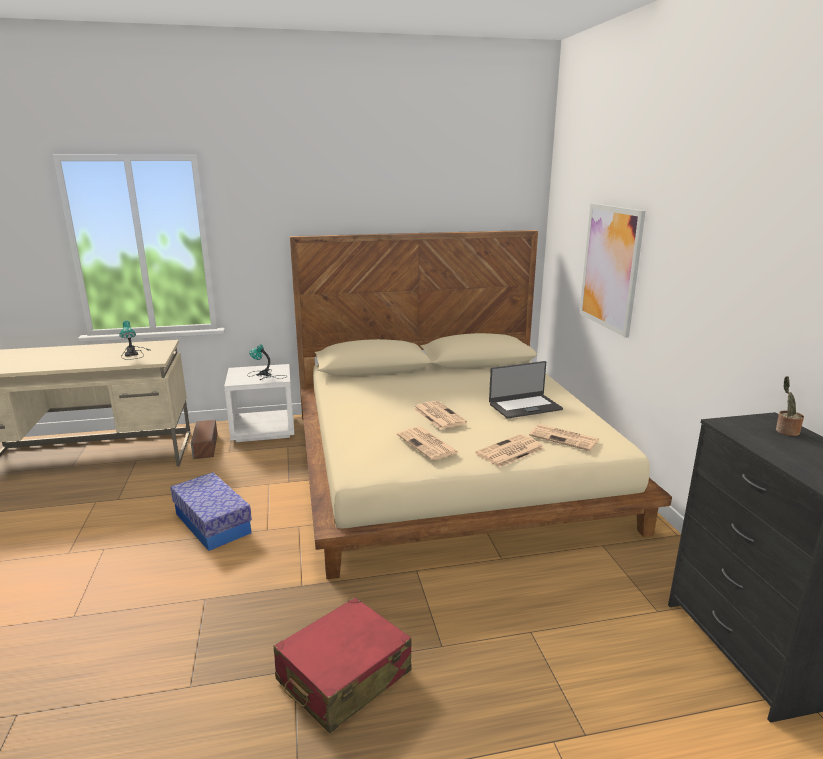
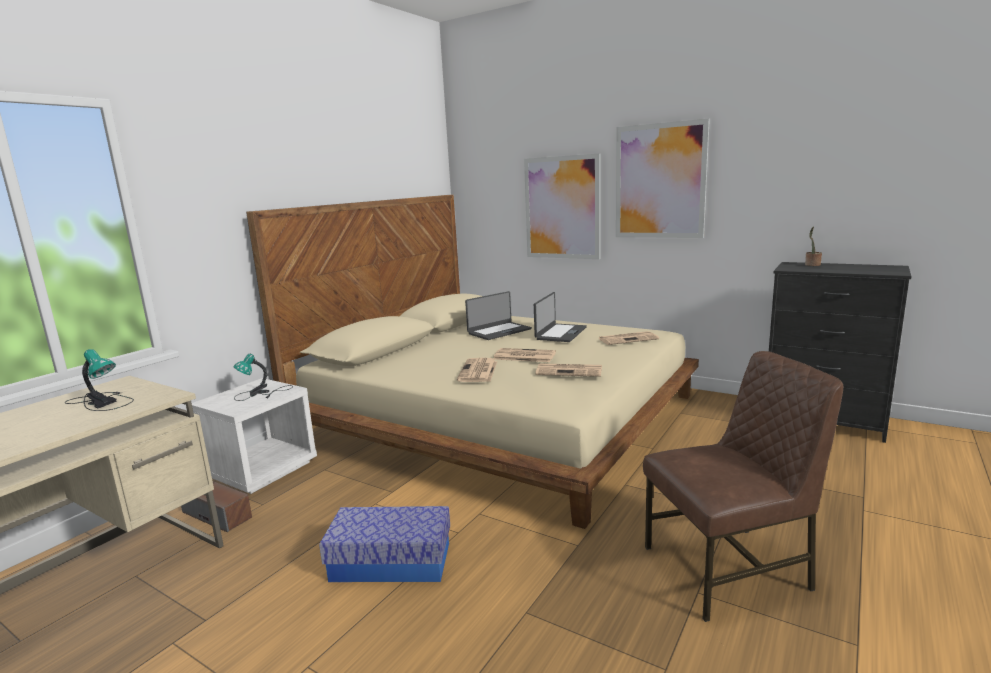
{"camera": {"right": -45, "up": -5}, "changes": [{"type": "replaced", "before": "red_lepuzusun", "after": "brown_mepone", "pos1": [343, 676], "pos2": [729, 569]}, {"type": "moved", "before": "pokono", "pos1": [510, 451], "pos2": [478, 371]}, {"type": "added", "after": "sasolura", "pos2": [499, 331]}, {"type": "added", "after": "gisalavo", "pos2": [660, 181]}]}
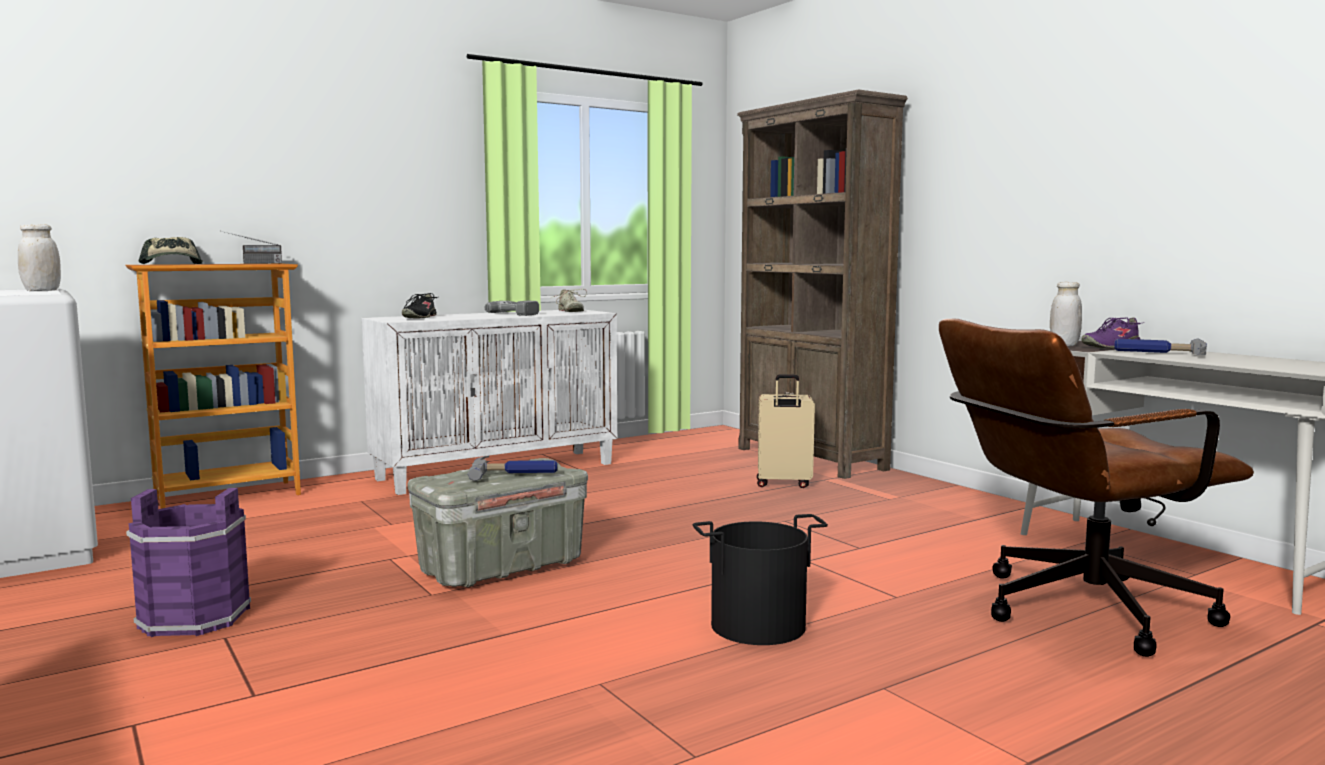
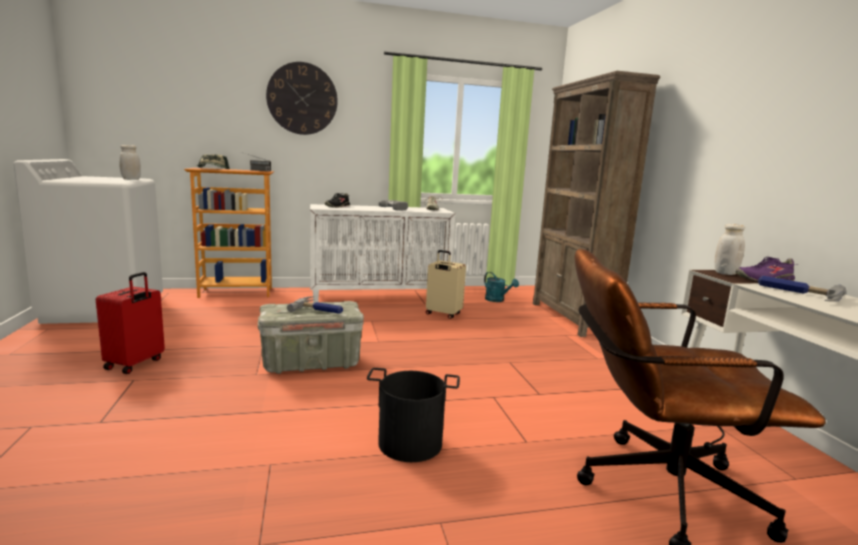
{"camera": {"right": 20, "up": 5}, "changes": [{"type": "replaced", "before": "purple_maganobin", "after": "red_lepuzusun", "pos1": [194, 618], "pos2": [135, 364]}, {"type": "moved", "before": "beige_lepuzusun", "pos1": [783, 484], "pos2": [443, 314]}, {"type": "added", "after": "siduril", "pos2": [302, 99]}, {"type": "added", "after": "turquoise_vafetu", "pos2": [497, 300]}]}
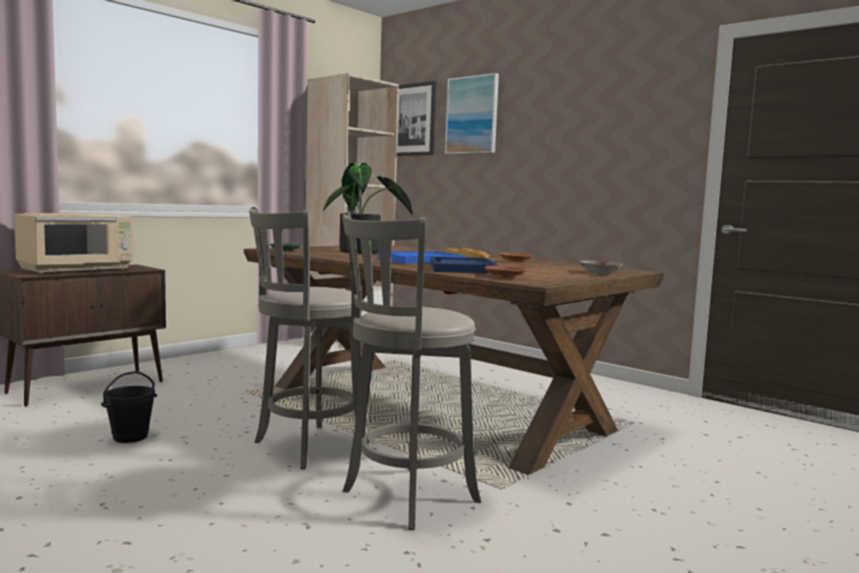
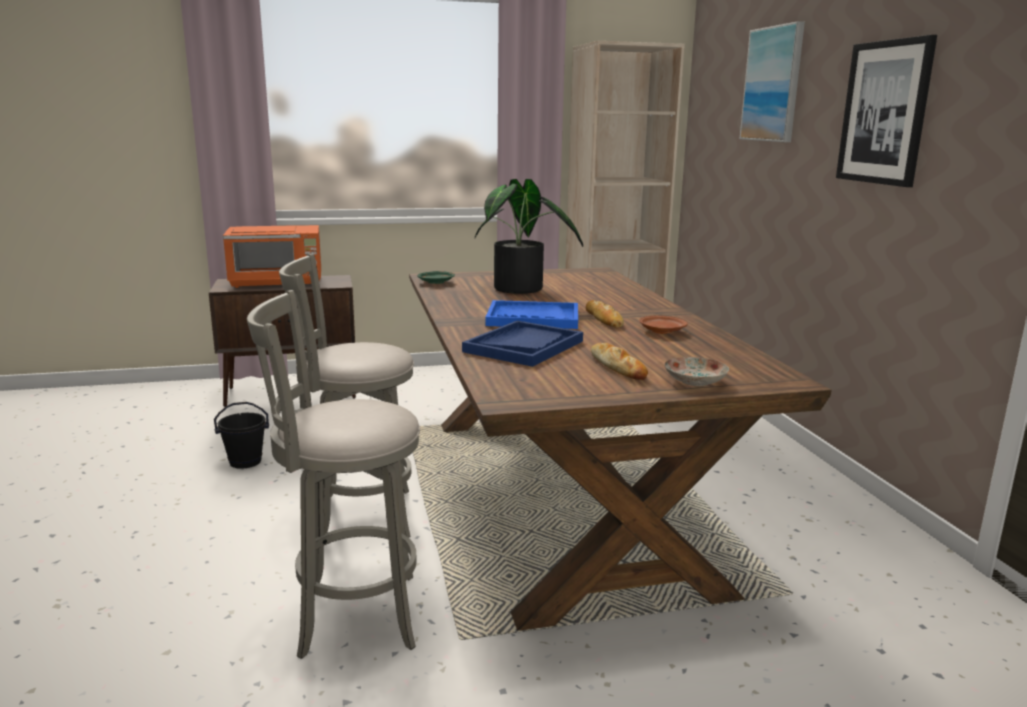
{"camera": {"right": 35, "up": 10}, "changes": [{"type": "recoloured", "before": "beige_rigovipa", "after": "orange_rigovipa", "pos1": [78, 270], "pos2": [278, 282]}, {"type": "moved", "before": "gisalavo", "pos1": [413, 120], "pos2": [884, 113]}, {"type": "removed", "before": "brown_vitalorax", "pos1": [505, 277]}, {"type": "added", "after": "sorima", "pos2": [617, 366]}]}
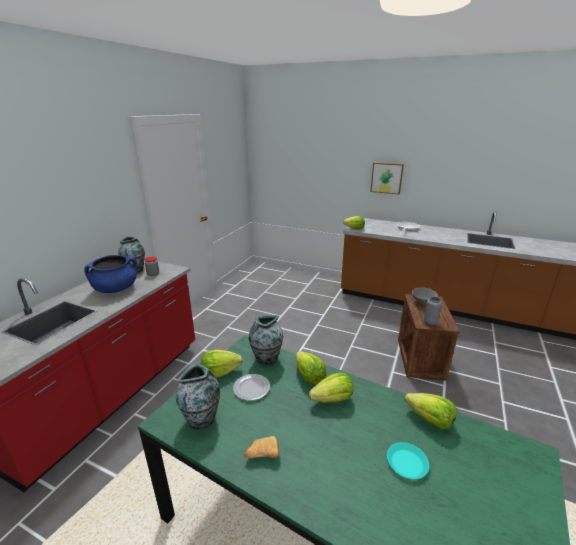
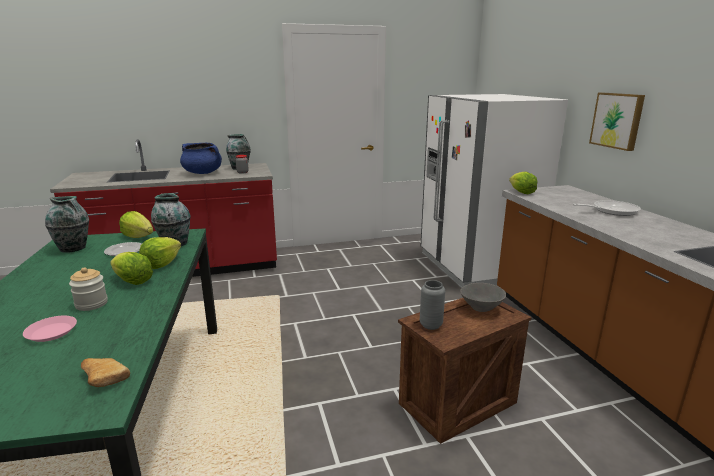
{"camera": {"right": 50, "up": -5}, "changes": [{"type": "moved", "before": "sorima", "pos1": [261, 454], "pos2": [103, 378]}, {"type": "recoloured", "before": "turquoise_vitalorax", "after": "pink_vitalorax", "pos1": [407, 463], "pos2": [52, 332]}, {"type": "removed", "before": "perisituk", "pos1": [429, 420]}, {"type": "added", "after": "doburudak", "pos2": [91, 304]}, {"type": "added", "after": "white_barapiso", "pos2": [475, 266]}]}
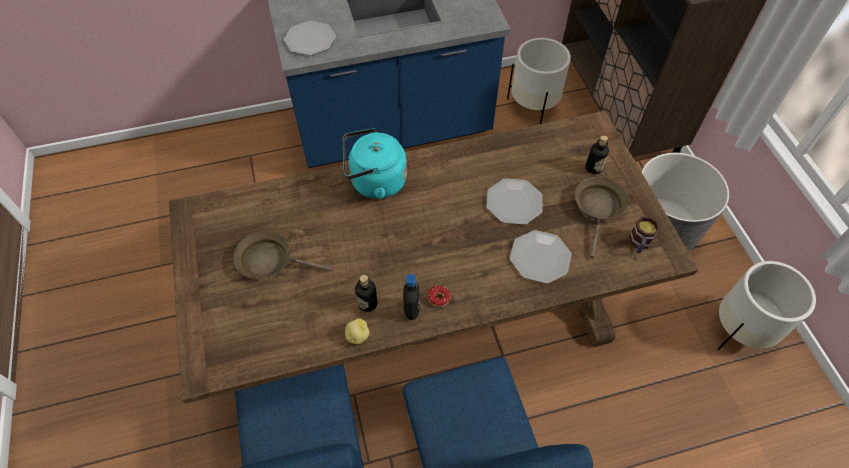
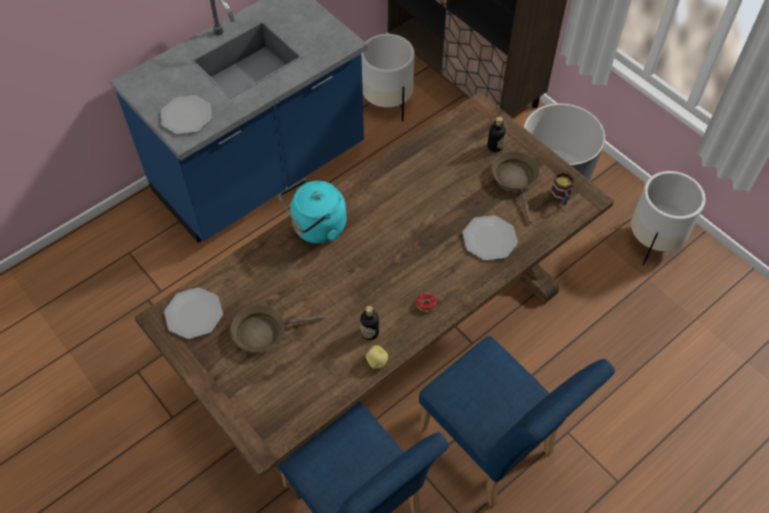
{"camera": {"right": -25, "up": 0}, "changes": [{"type": "removed", "before": "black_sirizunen", "pos1": [411, 310]}, {"type": "moved", "before": "vitalorax", "pos1": [514, 202], "pos2": [193, 314]}]}
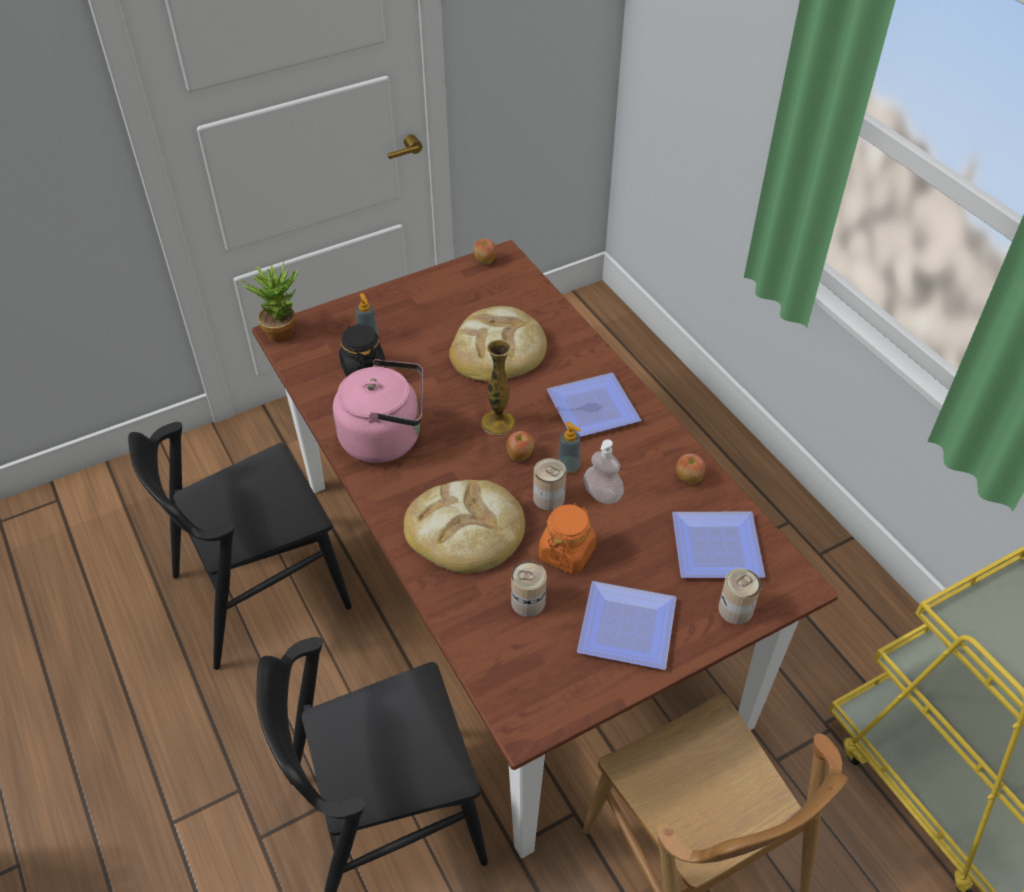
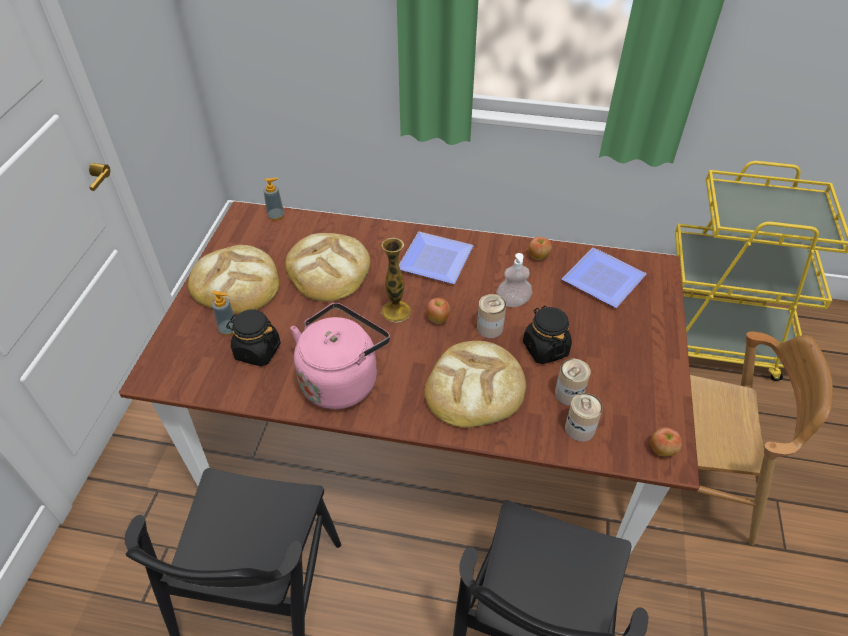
{"camera": {"right": -50, "up": 0}, "changes": [{"type": "removed", "before": "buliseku", "pos1": [282, 330]}, {"type": "moved", "before": "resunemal", "pos1": [485, 261], "pos2": [662, 450]}, {"type": "recoloured", "before": "orange_doburudak", "after": "black_doburudak", "pos1": [567, 553], "pos2": [545, 348]}, {"type": "moved", "before": "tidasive", "pos1": [568, 467], "pos2": [276, 216]}, {"type": "removed", "before": "vitalorax", "pos1": [630, 625]}, {"type": "moved", "before": "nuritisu", "pos1": [735, 609], "pos2": [580, 428]}, {"type": "added", "after": "sorima", "pos2": [236, 283]}]}
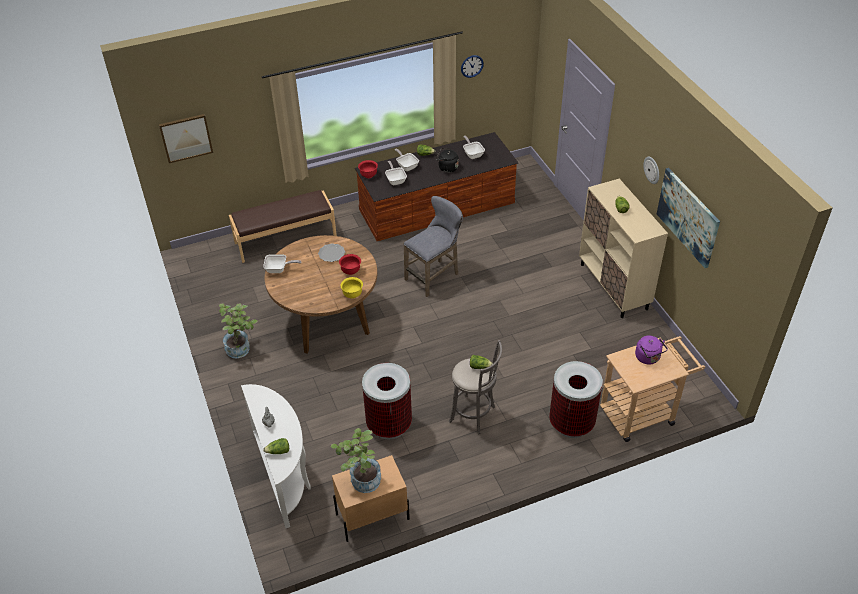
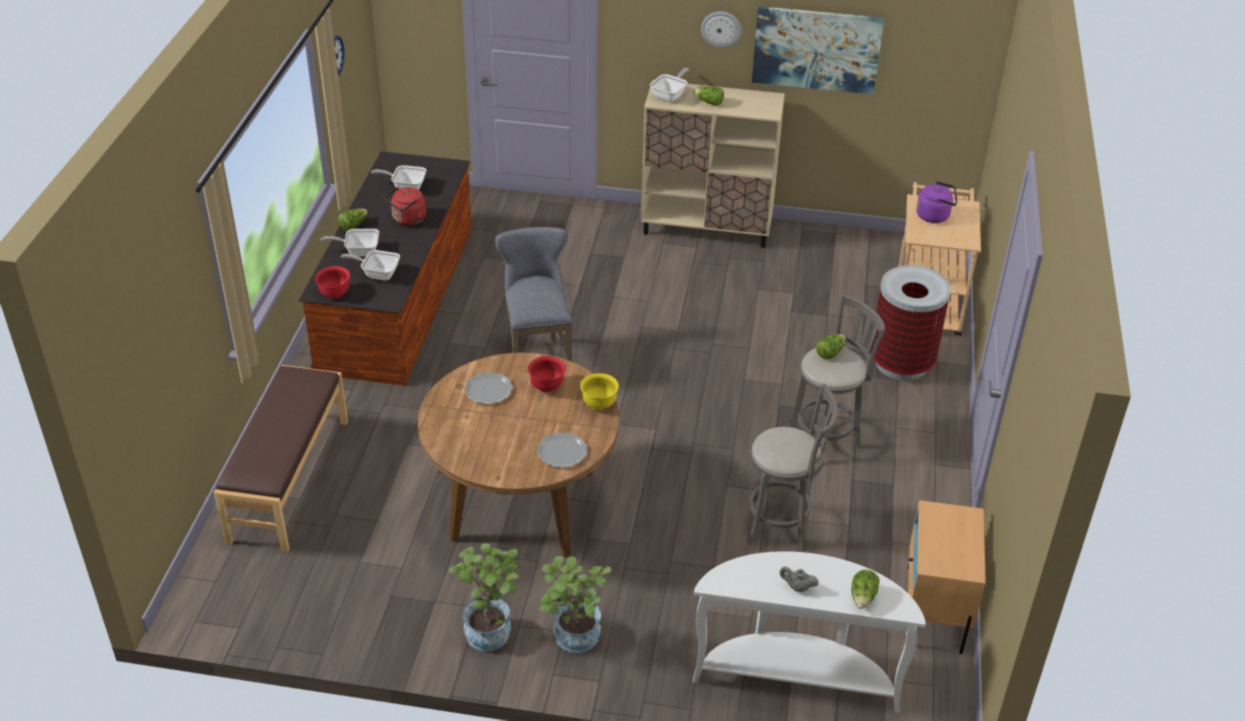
{"camera": {"right": -60, "up": -5}, "changes": [{"type": "removed", "before": "gisalavo", "pos1": [186, 138]}, {"type": "moved", "before": "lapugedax", "pos1": [279, 269], "pos2": [670, 95]}, {"type": "moved", "before": "buliseku", "pos1": [361, 481], "pos2": [573, 640]}, {"type": "replaced", "before": "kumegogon", "after": "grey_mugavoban", "pos1": [389, 425], "pos2": [782, 525]}, {"type": "recoloured", "before": "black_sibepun", "after": "red_sibepun", "pos1": [446, 168], "pos2": [407, 220]}, {"type": "added", "after": "vitalorax", "pos2": [562, 452]}]}
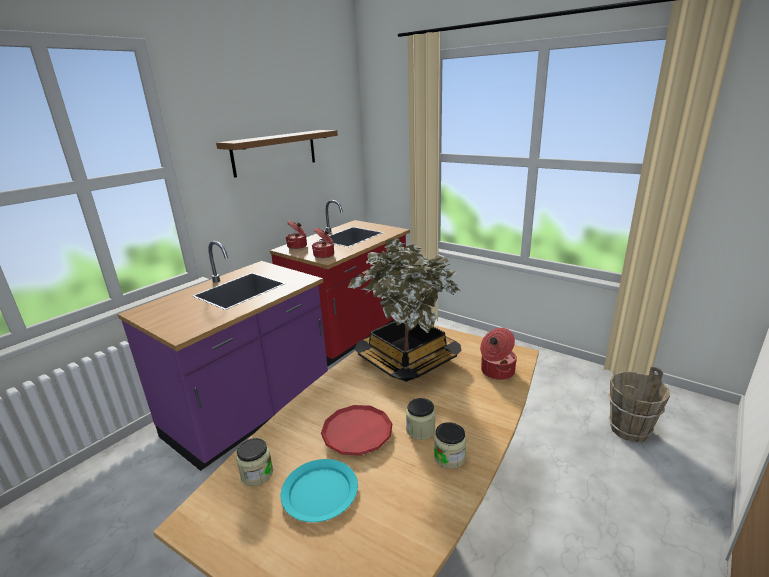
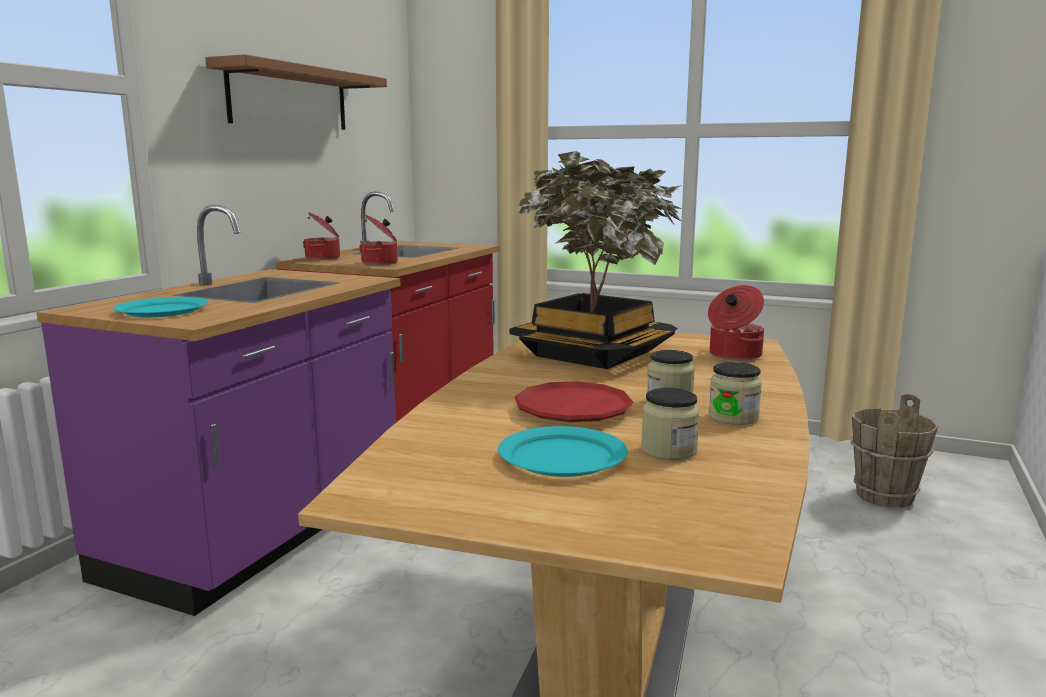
{"camera": {"right": -15, "up": -10}, "changes": [{"type": "moved", "before": "doburudak", "pos1": [257, 474], "pos2": [668, 451]}, {"type": "added", "after": "turquoise_vitalorax", "pos2": [163, 310]}]}
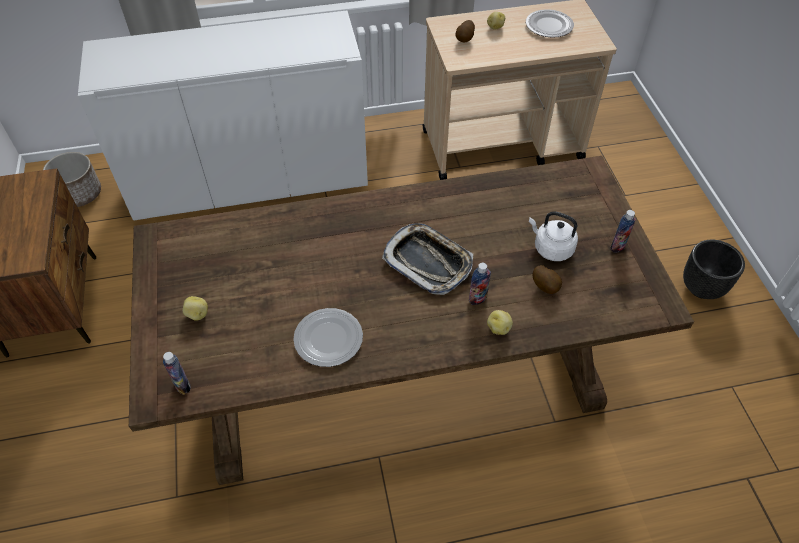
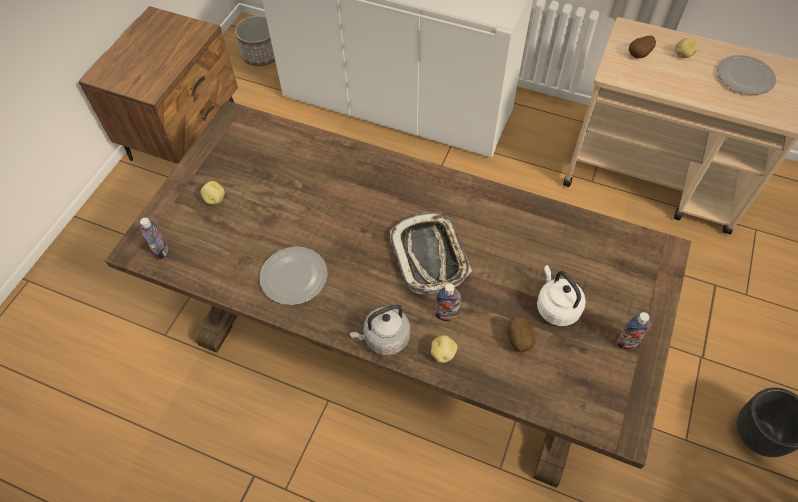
{"camera": {"right": 35, "up": 5}, "changes": [{"type": "added", "after": "grey_sibepun", "pos2": [384, 338]}]}
